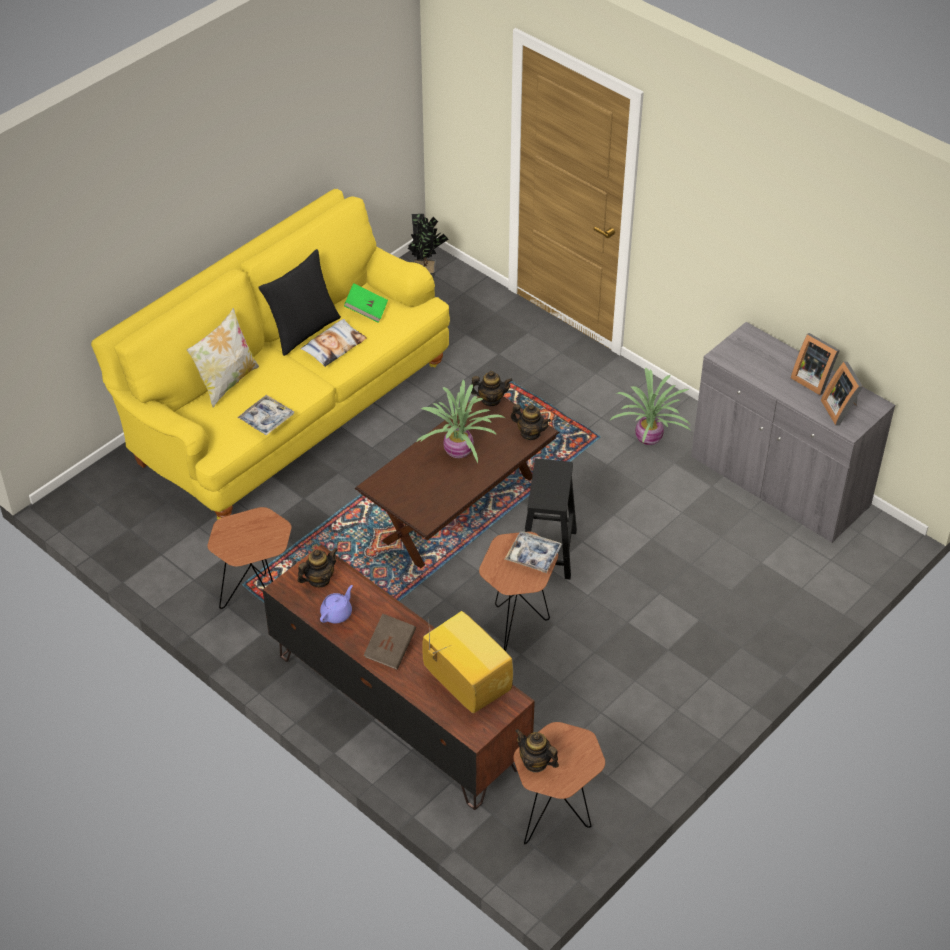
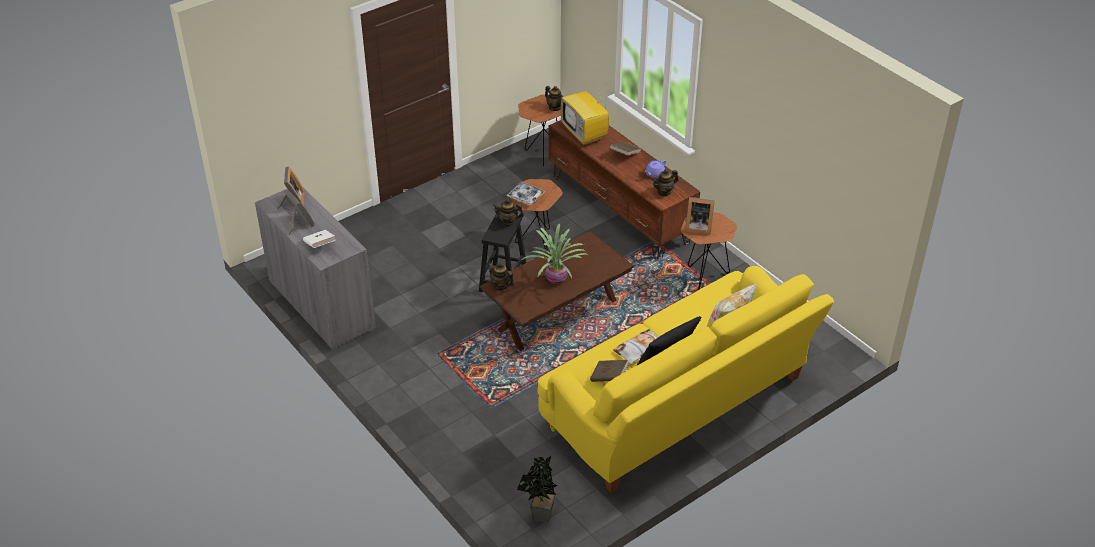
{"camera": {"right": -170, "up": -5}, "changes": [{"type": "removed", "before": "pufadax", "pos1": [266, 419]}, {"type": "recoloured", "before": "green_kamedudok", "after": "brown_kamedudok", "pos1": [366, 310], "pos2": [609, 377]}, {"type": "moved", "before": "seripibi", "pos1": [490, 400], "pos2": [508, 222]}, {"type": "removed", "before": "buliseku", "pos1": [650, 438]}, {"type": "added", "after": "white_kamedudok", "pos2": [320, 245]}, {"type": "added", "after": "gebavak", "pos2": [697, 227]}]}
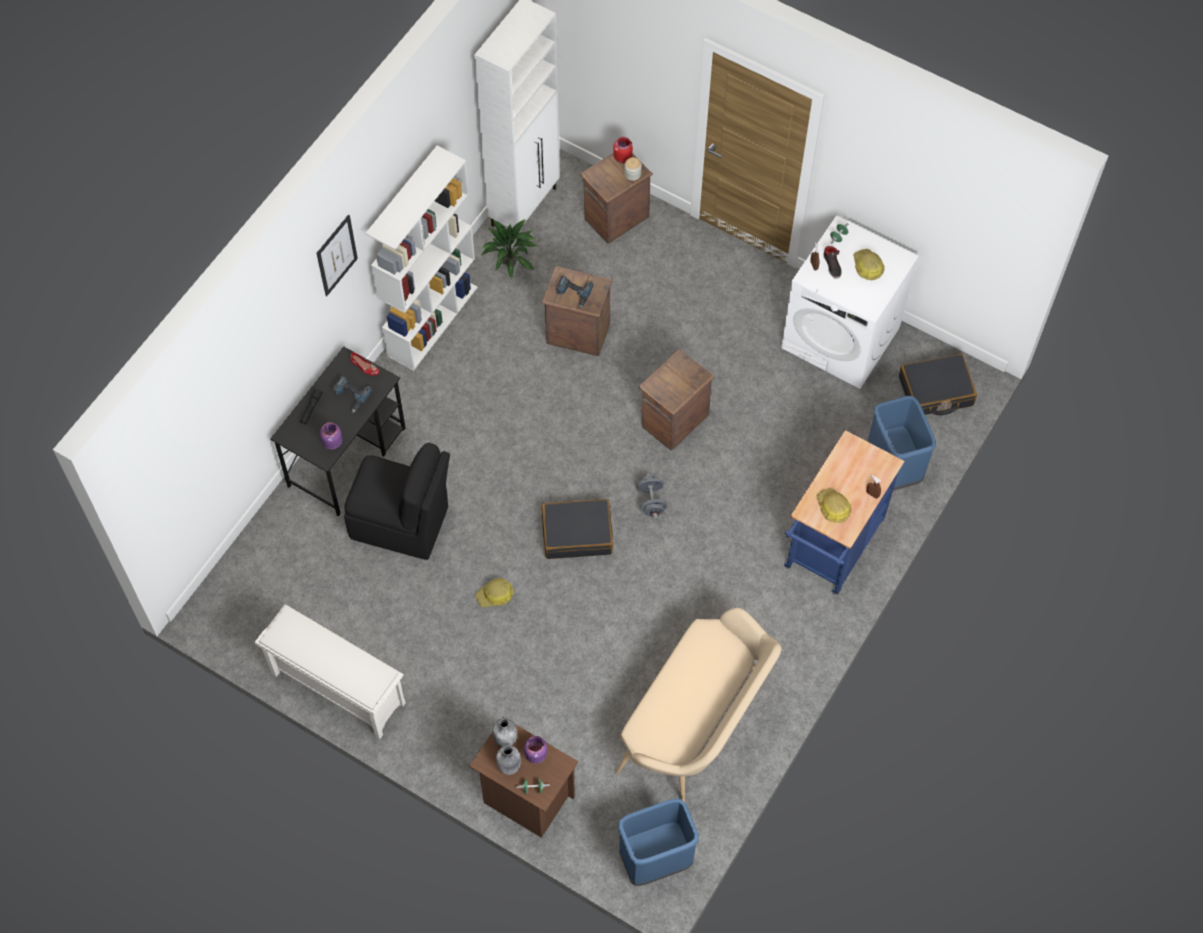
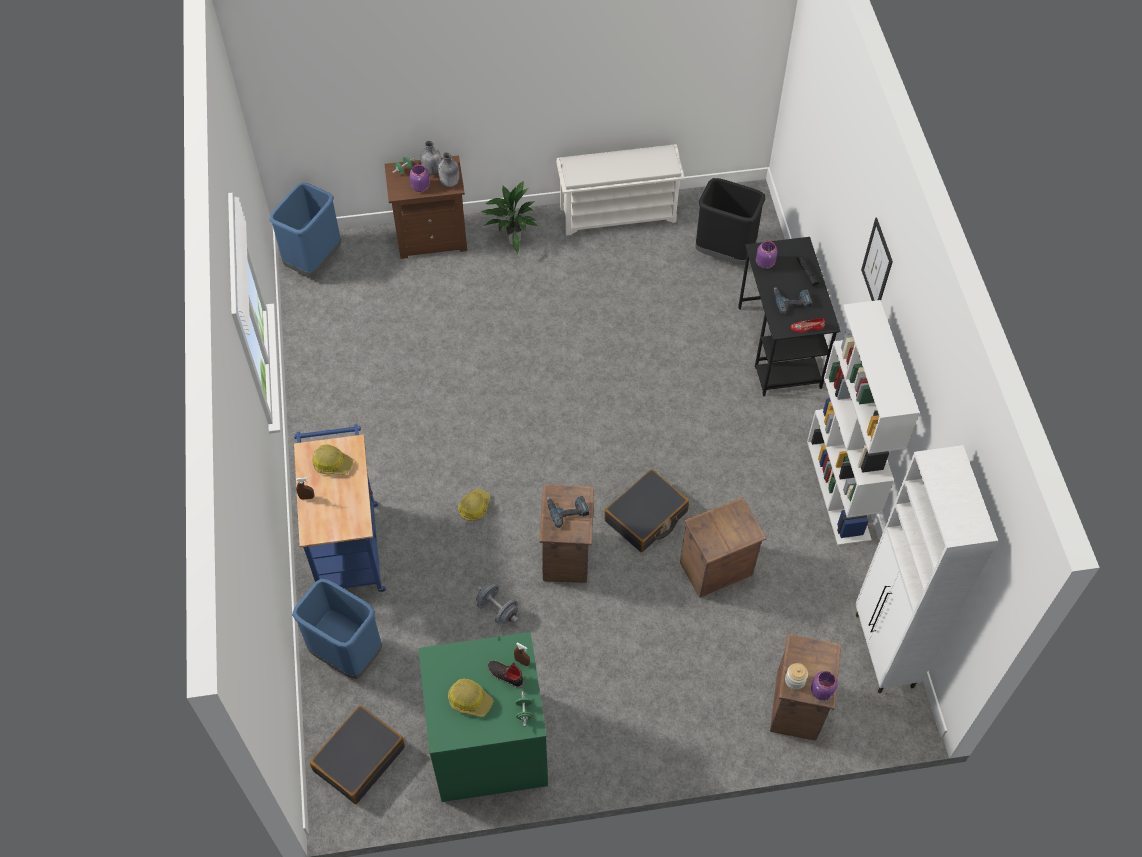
{"camera": {"right": 140, "up": -5}, "changes": [{"type": "removed", "before": "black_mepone", "pos1": [402, 523]}, {"type": "moved", "before": "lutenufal", "pos1": [495, 595], "pos2": [474, 507]}, {"type": "moved", "before": "buliseku", "pos1": [511, 271], "pos2": [512, 240]}, {"type": "moved", "before": "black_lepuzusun", "pos1": [577, 533], "pos2": [646, 517]}, {"type": "moved", "before": "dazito", "pos1": [573, 294], "pos2": [567, 510]}, {"type": "recoloured", "before": "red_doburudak", "after": "purple_doburudak", "pos1": [622, 157], "pos2": [822, 691]}, {"type": "removed", "before": "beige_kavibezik", "pos1": [697, 727]}, {"type": "moved", "before": "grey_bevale", "pos1": [651, 502], "pos2": [497, 610]}, {"type": "recoloured", "before": "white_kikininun", "after": "green_kikininun", "pos1": [841, 338], "pos2": [488, 746]}, {"type": "added", "after": "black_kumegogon", "pos2": [725, 252]}]}
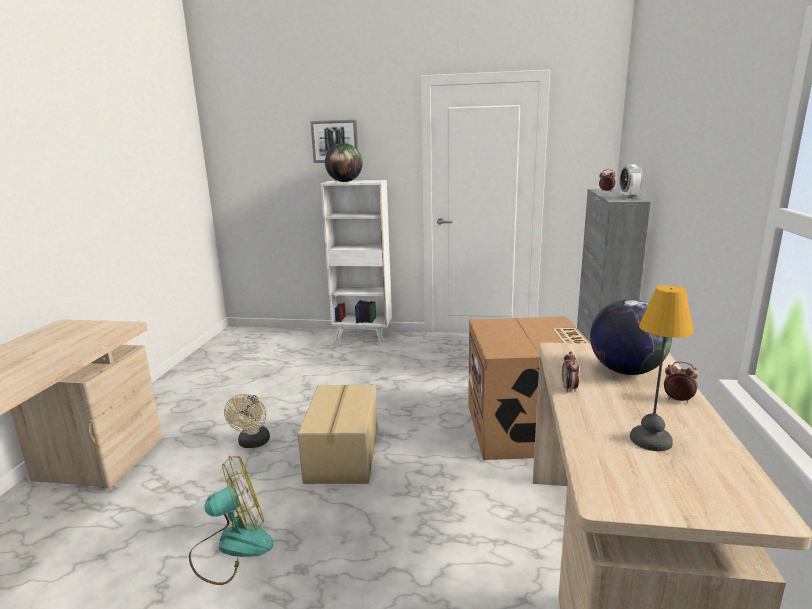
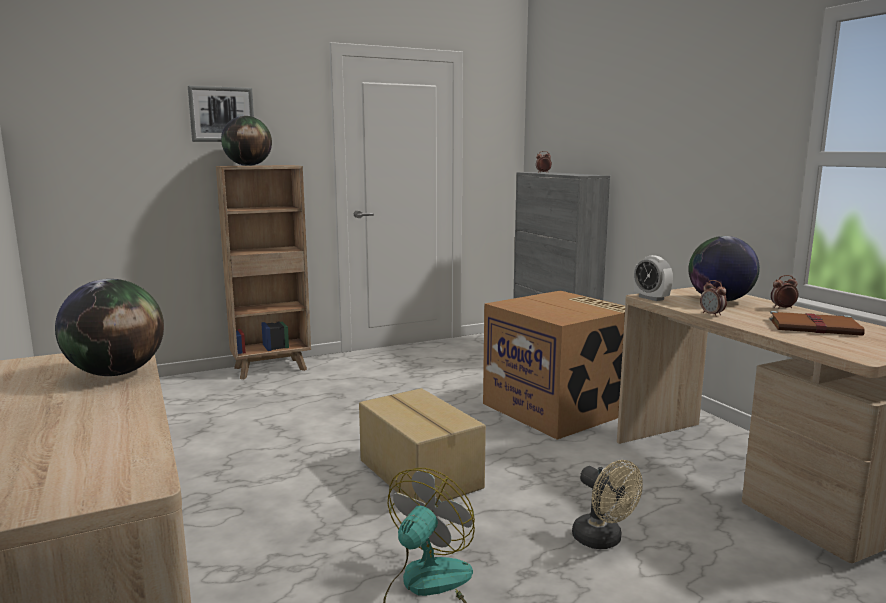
{"camera": {"right": -35, "up": -5}, "changes": [{"type": "moved", "before": "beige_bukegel", "pos1": [253, 443], "pos2": [603, 540]}, {"type": "recoloured", "before": "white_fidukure", "after": "brown_fidukure", "pos1": [363, 336], "pos2": [272, 369]}, {"type": "moved", "before": "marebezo", "pos1": [629, 197], "pos2": [651, 298]}, {"type": "replaced", "before": "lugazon", "after": "brown_kamedudok", "pos1": [649, 439], "pos2": [815, 327]}, {"type": "added", "after": "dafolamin", "pos2": [116, 373]}]}
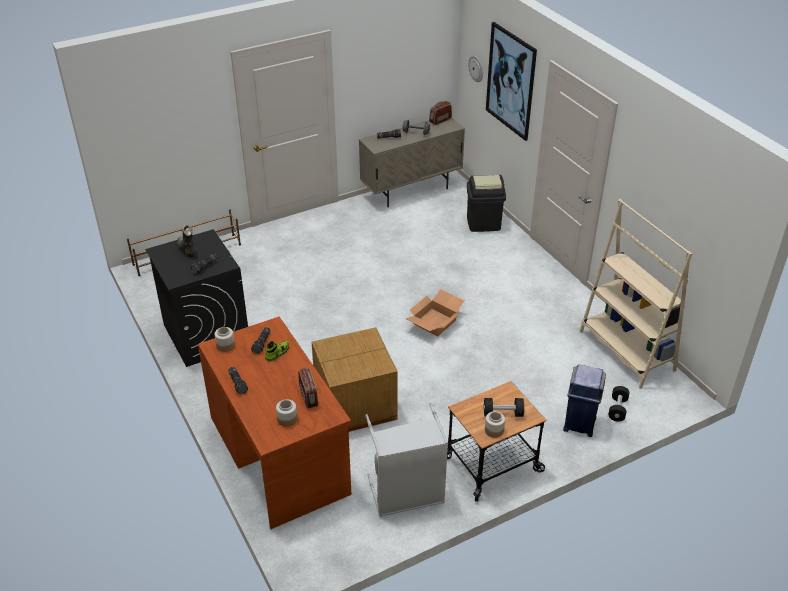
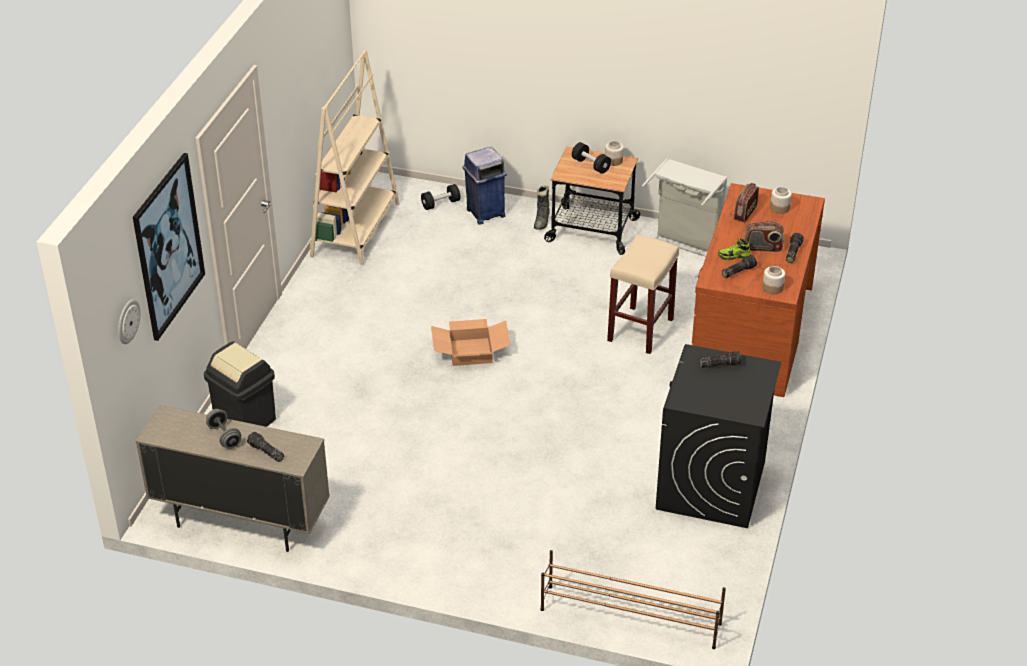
{"camera": {"right": -135, "up": 0}, "changes": [{"type": "moved", "before": "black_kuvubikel", "pos1": [186, 249], "pos2": [542, 221]}, {"type": "replaced", "before": "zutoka", "after": "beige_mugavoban", "pos1": [356, 404], "pos2": [640, 329]}, {"type": "moved", "before": "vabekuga", "pos1": [440, 120], "pos2": [763, 248]}]}
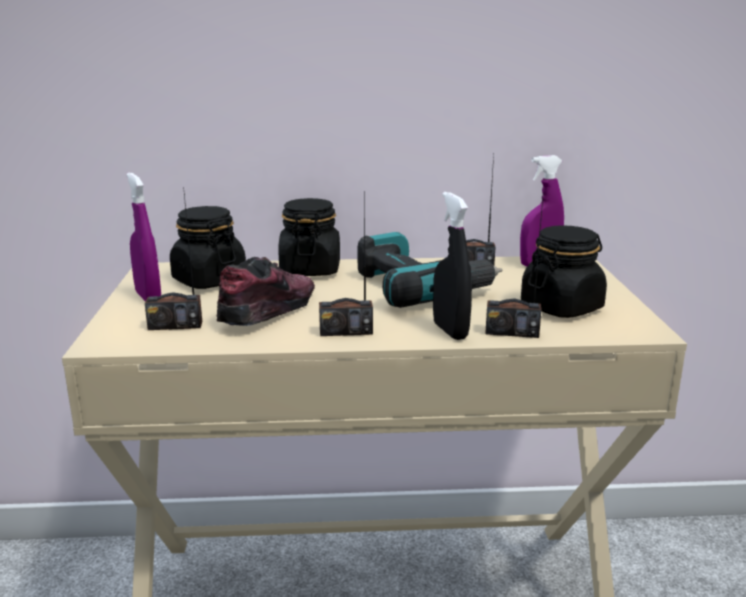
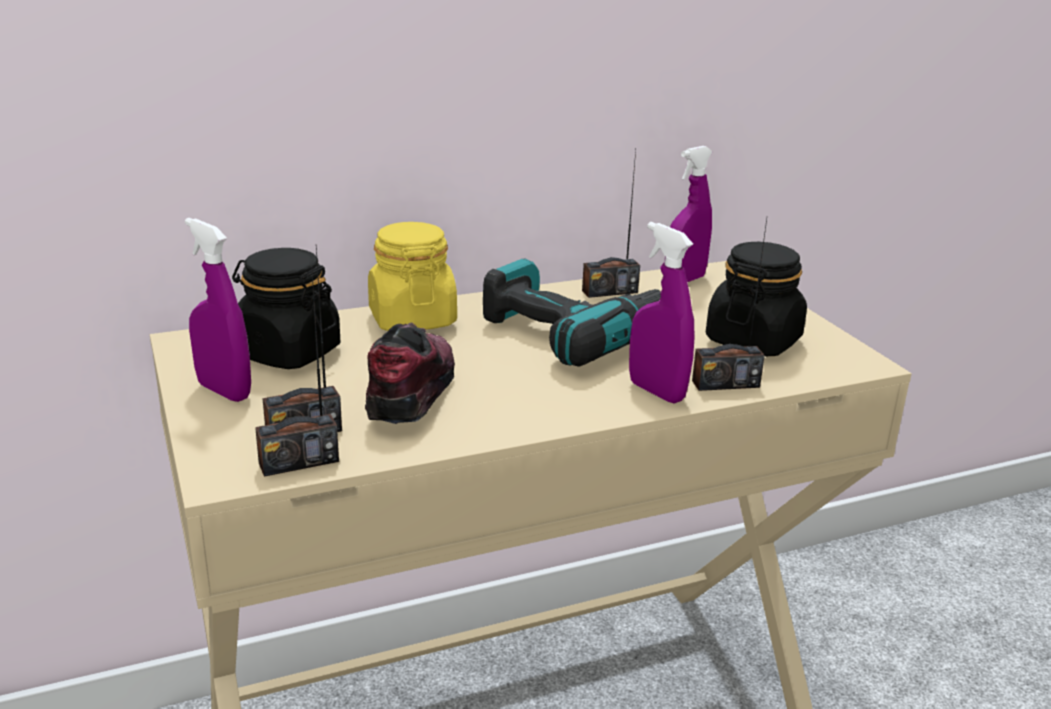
{"camera": {"right": -20, "up": 5}, "changes": [{"type": "recoloured", "before": "black_doburudak", "after": "yellow_doburudak", "pos1": [310, 270], "pos2": [412, 319]}, {"type": "moved", "before": "vabekuga", "pos1": [346, 331], "pos2": [298, 462]}, {"type": "recoloured", "before": "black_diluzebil", "after": "purple_diluzebil", "pos1": [450, 331], "pos2": [656, 392]}]}
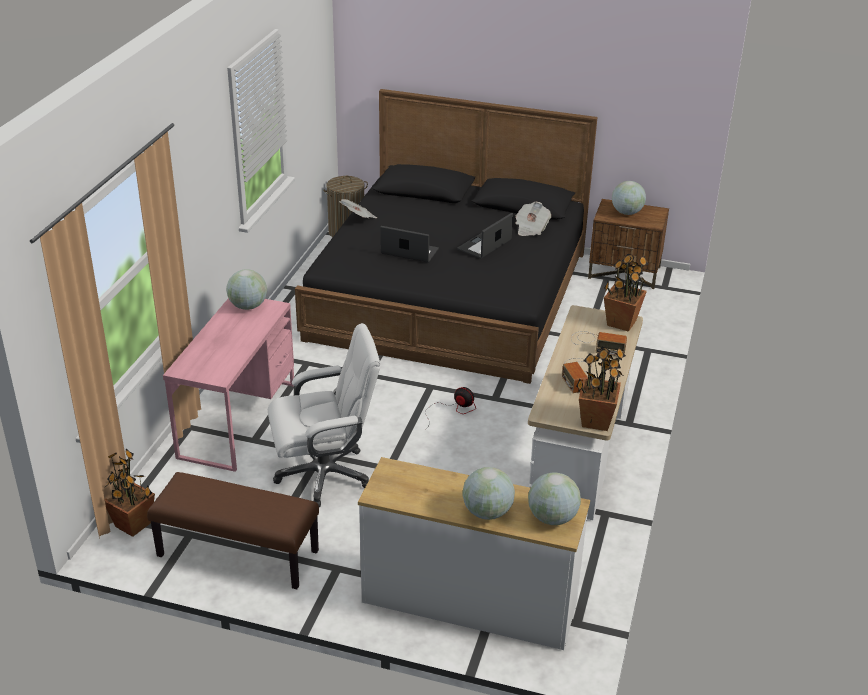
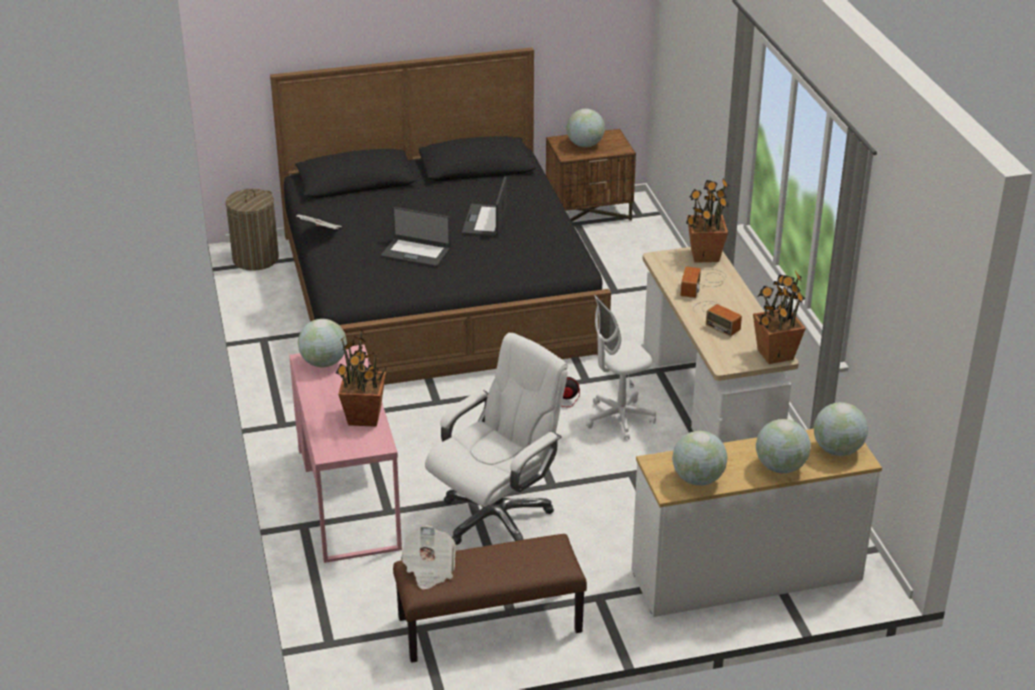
{"camera": {"right": -30, "up": 0}, "changes": [{"type": "moved", "before": "buliseku", "pos1": [133, 525], "pos2": [364, 417]}, {"type": "turned", "before": "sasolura", "pos1": [409, 252], "pos2": [416, 252], "turn": -150}, {"type": "moved", "before": "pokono", "pos1": [531, 228], "pos2": [429, 569]}, {"type": "turned", "before": "vabekuga", "pos1": [596, 344], "pos2": [703, 283], "turn": 120}, {"type": "added", "after": "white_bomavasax", "pos2": [619, 418]}, {"type": "added", "after": "dafolamin", "pos2": [698, 479]}]}
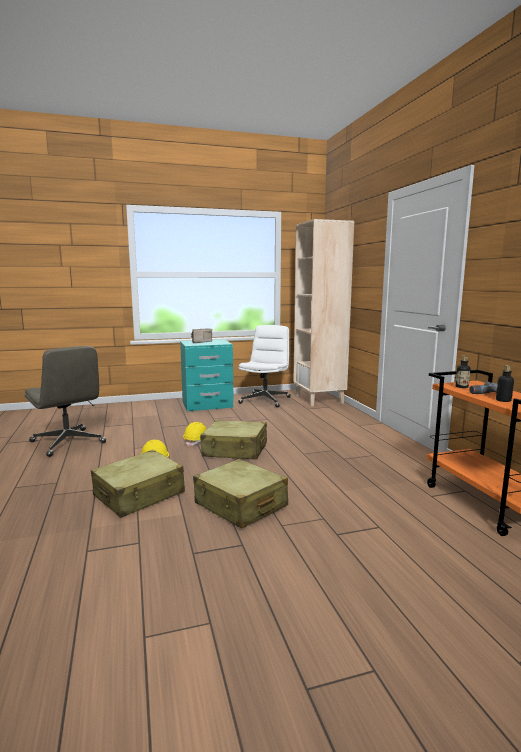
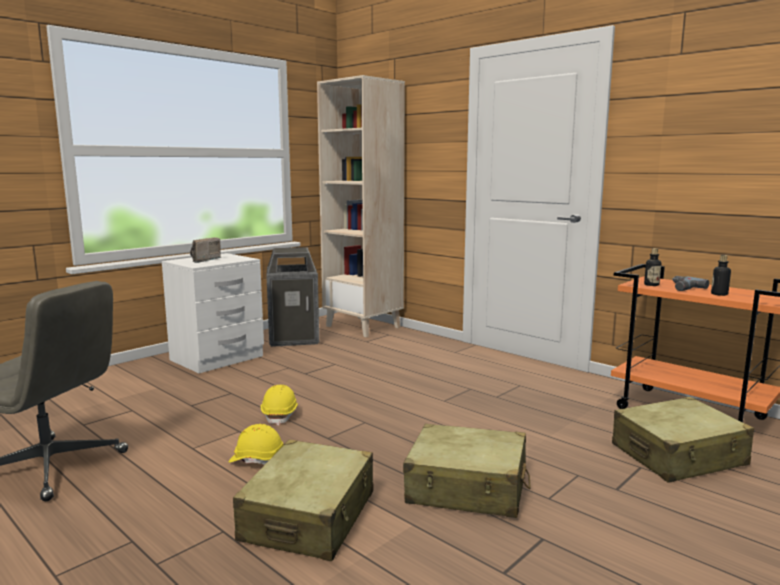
{"camera": {"right": -30, "up": 0}, "changes": [{"type": "recoloured", "before": "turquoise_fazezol", "after": "white_fazezol", "pos1": [207, 405], "pos2": [217, 358]}, {"type": "moved", "before": "beige_lepuzusun", "pos1": [235, 450], "pos2": [678, 456]}, {"type": "replaced", "before": "white_bomavasax", "after": "kumegogon", "pos1": [265, 400], "pos2": [294, 338]}]}
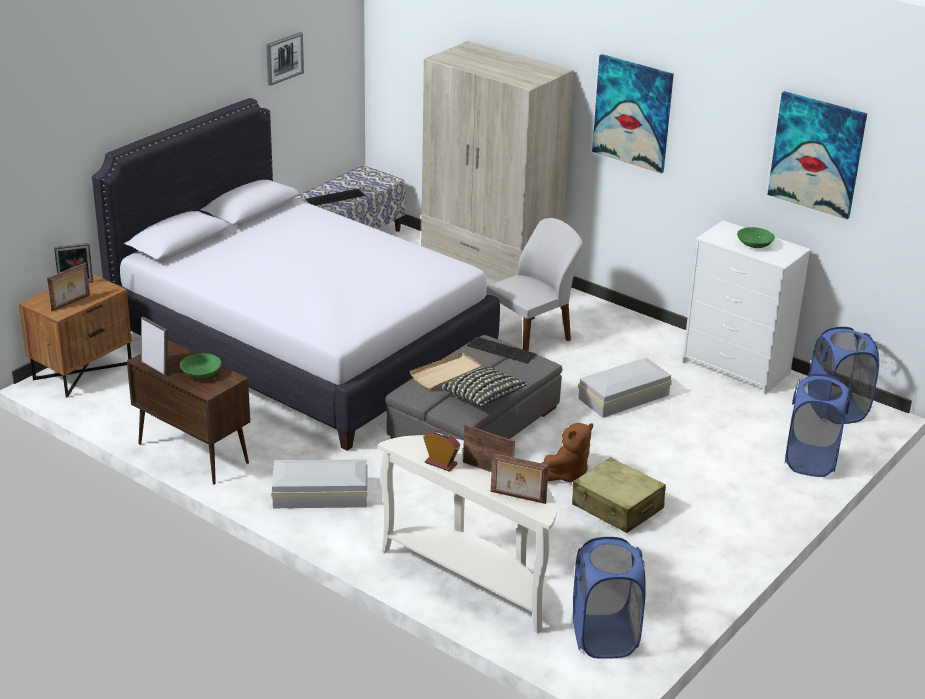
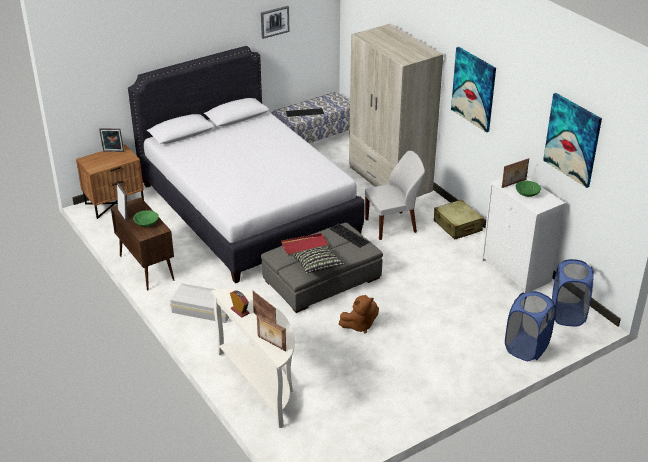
{"camera": {"right": 20, "up": 5}, "changes": [{"type": "moved", "before": "gebavak", "pos1": [71, 303], "pos2": [514, 183]}, {"type": "recoloured", "before": "beige_pufadax", "after": "red_pufadax", "pos1": [447, 373], "pos2": [305, 246]}, {"type": "moved", "before": "beige_lepuzusun", "pos1": [617, 507], "pos2": [457, 226]}, {"type": "removed", "before": "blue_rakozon", "pos1": [604, 637]}, {"type": "removed", "before": "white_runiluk", "pos1": [625, 397]}]}
